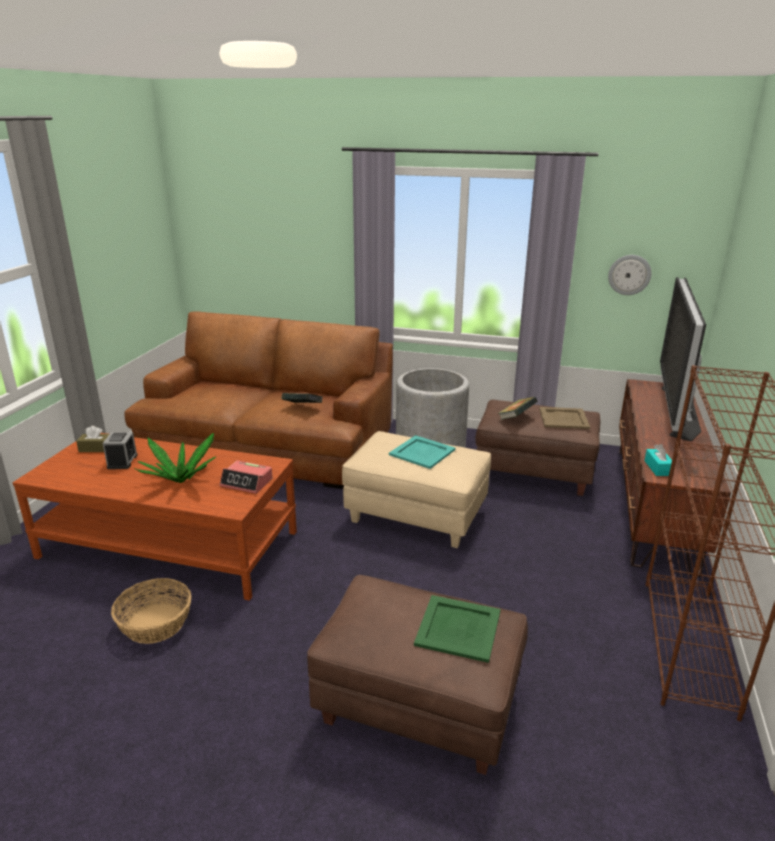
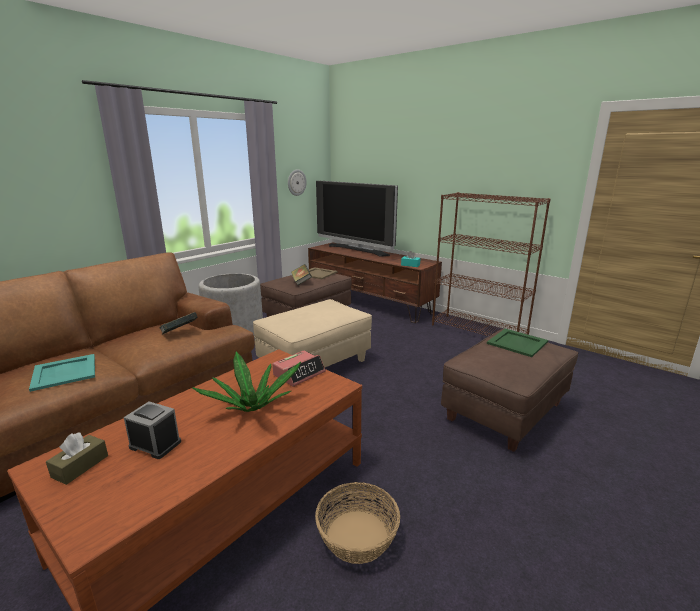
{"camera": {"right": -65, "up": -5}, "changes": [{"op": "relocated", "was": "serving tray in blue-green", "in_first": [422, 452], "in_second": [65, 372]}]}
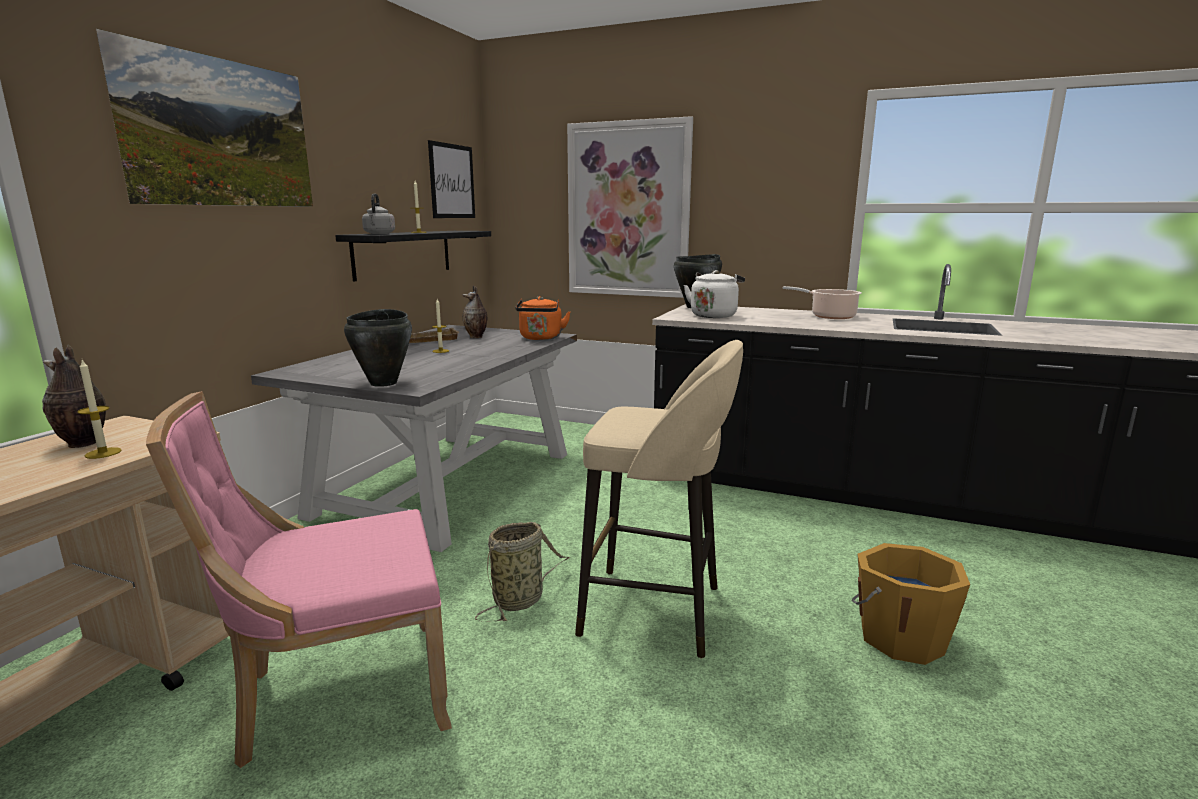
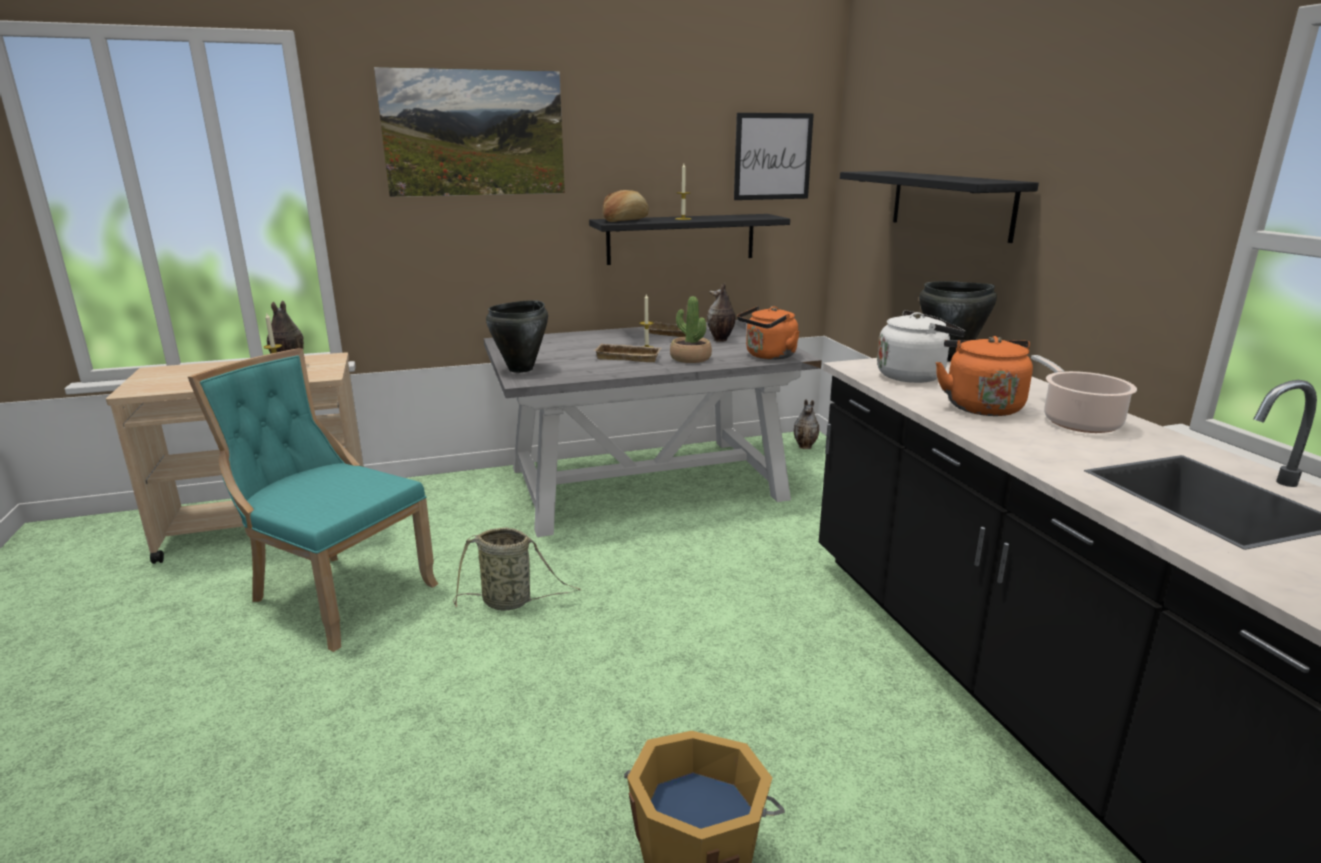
{"camera": {"right": 50, "up": 5}, "changes": [{"op": "colour", "was": "plain chair in pink-coloured", "now": "plain chair in blue-green", "in_first": [338, 695], "in_second": [336, 594]}, {"op": "appeared", "now": "serving tray in sand-coloured", "in_second": [629, 357]}, {"op": "exchanged", "was": "kettle in grey", "now": "baked bread", "in_first": [379, 233], "in_second": [625, 220]}, {"op": "appeared", "now": "potted plant", "in_second": [690, 358]}, {"op": "appeared", "now": "flower vase", "in_second": [806, 446]}, {"op": "exchanged", "was": "wall art", "now": "wall shelf in black", "in_first": [628, 210], "in_second": [950, 204]}, {"op": "appeared", "now": "kettle in orangey", "in_second": [980, 406]}, {"op": "missing", "was": "sitting stool in sand-coloured", "in_first": [656, 611]}]}
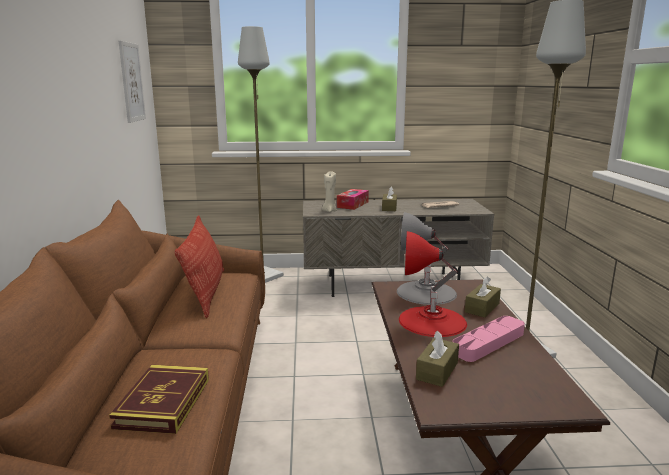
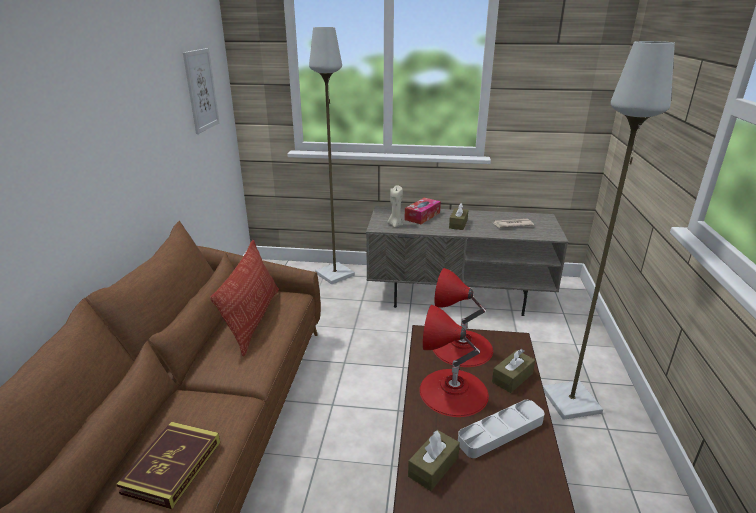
{"camera": {"right": 10, "up": 10}, "changes": [{"op": "colour", "was": "table lamp in grey", "now": "table lamp in reddish", "in_first": [426, 292], "in_second": [461, 347]}, {"op": "colour", "was": "serving tray in pink-coloured", "now": "serving tray in grey", "in_first": [488, 342], "in_second": [501, 432]}]}
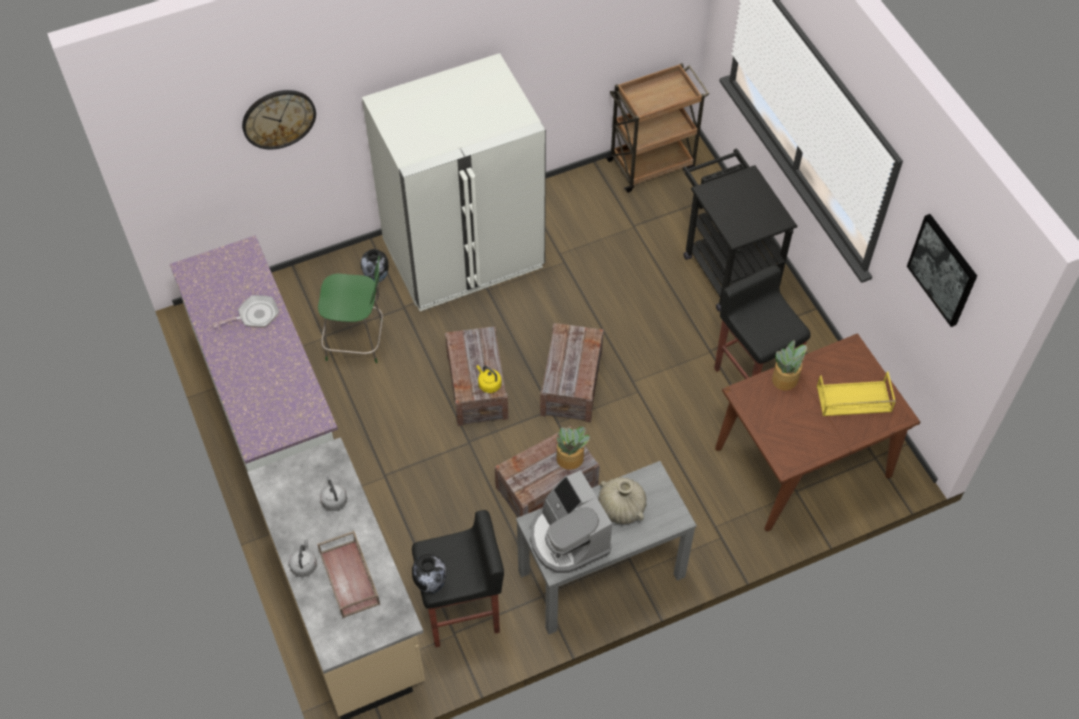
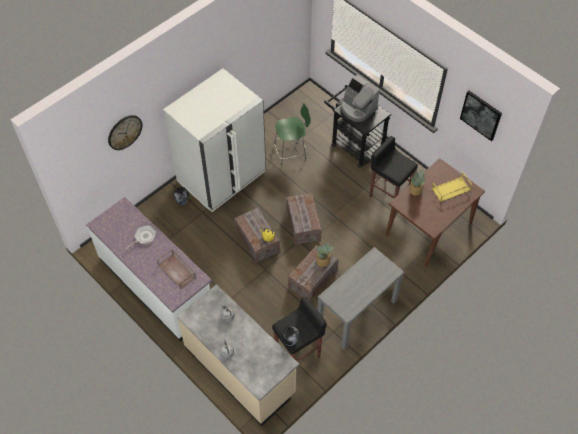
{"camera": {"right": -20, "up": 0}, "changes": [{"op": "relocated", "was": "serving tray in brown", "in_first": [350, 578], "in_second": [177, 271]}, {"op": "relocated", "was": "plain chair in greenish", "in_first": [357, 340], "in_second": [291, 152]}, {"op": "relocated", "was": "coffee machine", "in_first": [568, 538], "in_second": [357, 108]}, {"op": "missing", "was": "flower vase in sand-coloured", "in_first": [621, 508]}, {"op": "missing", "was": "cart in brown", "in_first": [652, 164]}]}
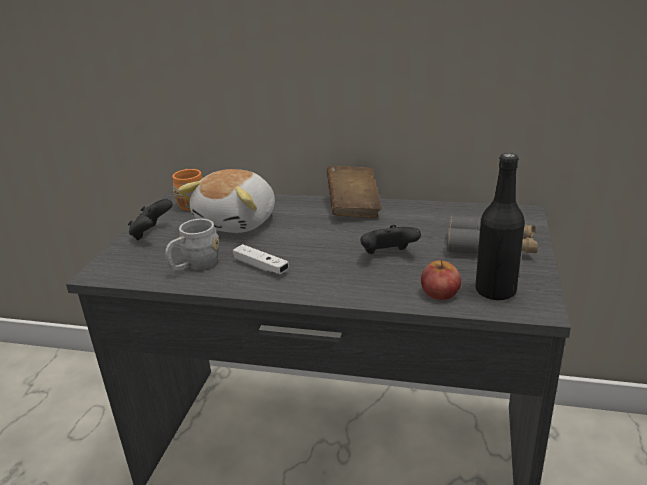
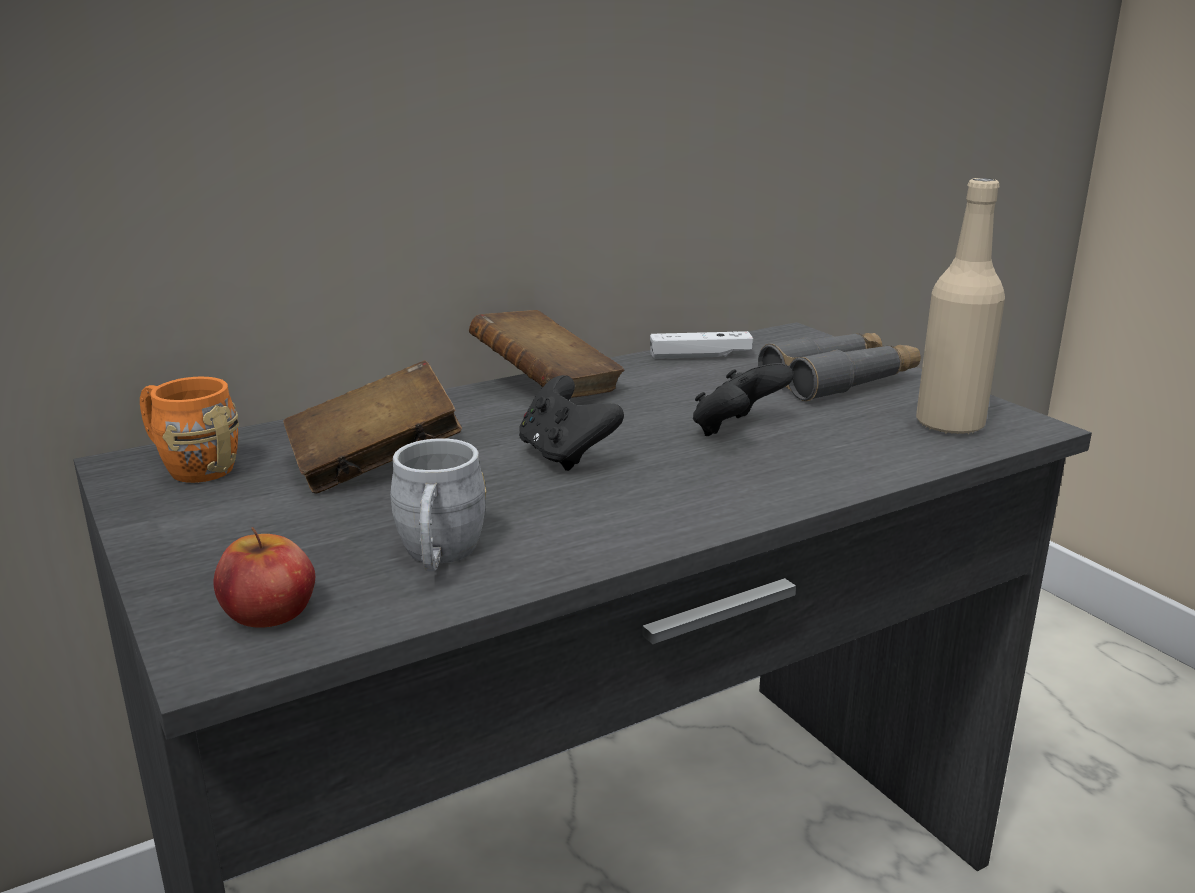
{"camera": {"right": -45, "up": -5}, "changes": [{"op": "relocated", "was": "whole apple", "in_first": [440, 292], "in_second": [268, 610]}, {"op": "exchanged", "was": "cuddly toy", "now": "volume in brown", "in_first": [238, 222], "in_second": [374, 464]}, {"op": "relocated", "was": "gamepad in black", "in_first": [151, 233], "in_second": [565, 455]}, {"op": "relocated", "was": "gamepad in whitish", "in_first": [261, 266], "in_second": [700, 356]}, {"op": "colour", "was": "beverage bottle in black", "now": "beverage bottle in sand-coloured", "in_first": [495, 291], "in_second": [949, 424]}]}
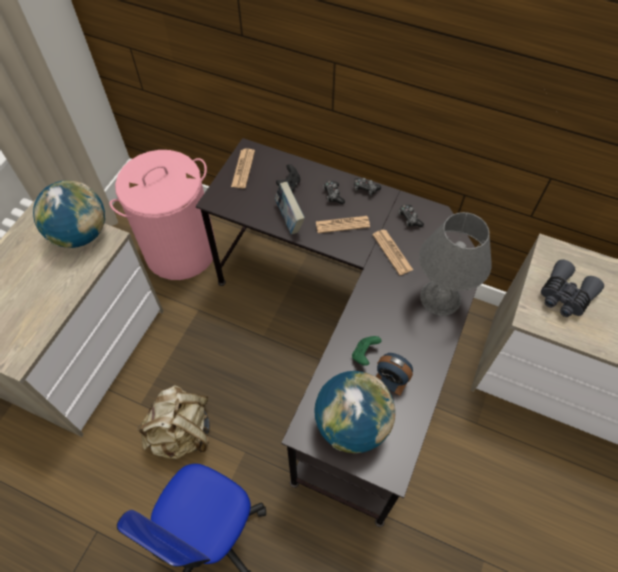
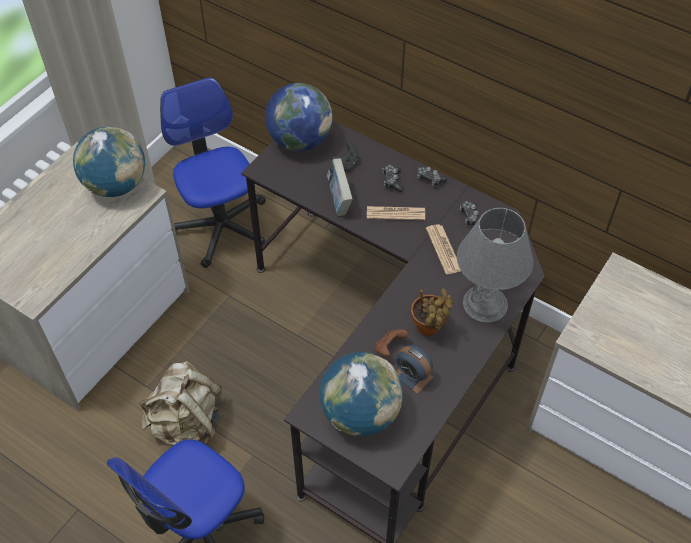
{"camera": {"right": 10, "up": -5}, "changes": [{"op": "exchanged", "was": "laundry basket in pink-coloured", "now": "desk chair", "in_first": [180, 250], "in_second": [221, 227]}, {"op": "exchanged", "was": "daily paper", "now": "globe", "in_first": [243, 169], "in_second": [299, 140]}, {"op": "colour", "was": "gamepad in greenish", "now": "gamepad in brown", "in_first": [364, 354], "in_second": [389, 348]}, {"op": "appeared", "now": "potted plant", "in_second": [429, 328]}, {"op": "missing", "was": "binoculars in grey", "in_first": [565, 295]}]}
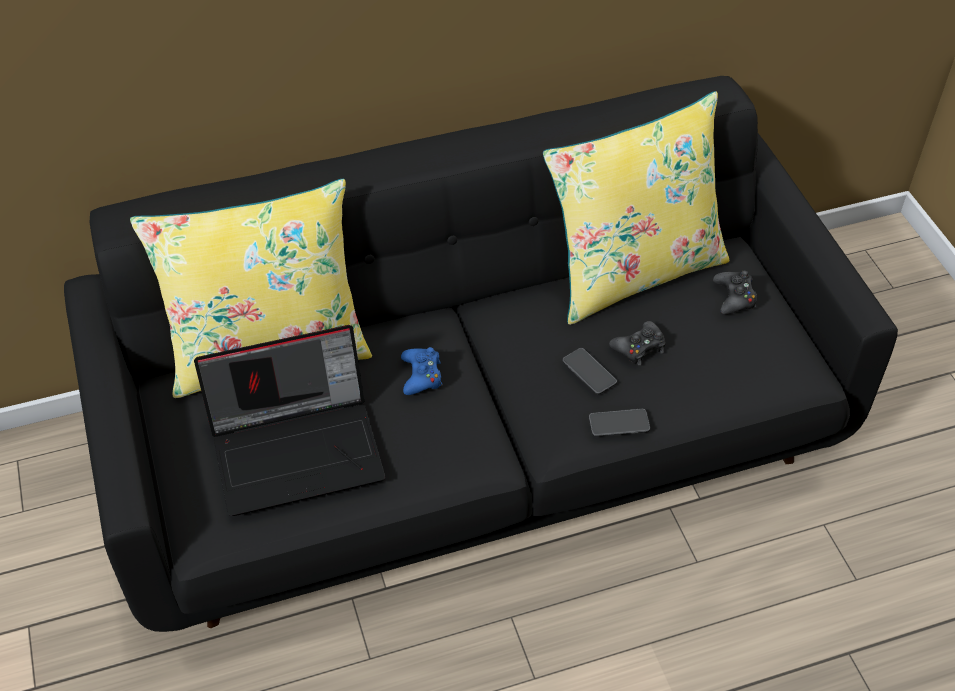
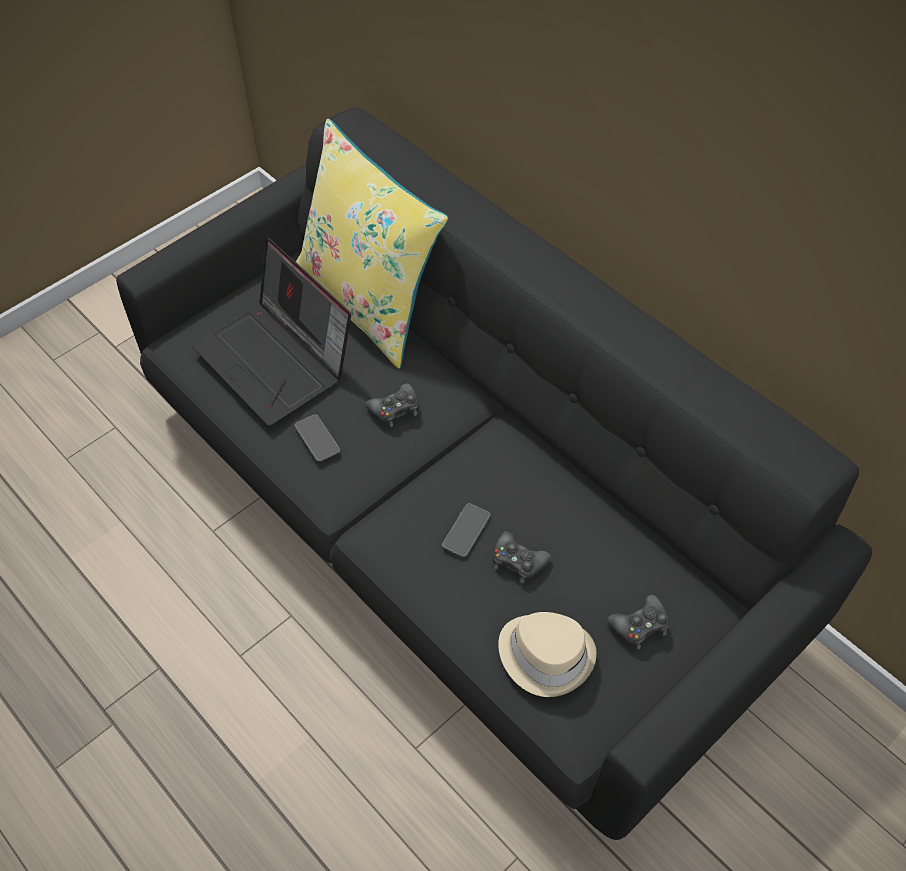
{"camera": {"right": 65, "up": 5}, "changes": [{"op": "relocated", "was": "phone", "in_first": [619, 423], "in_second": [317, 439]}, {"op": "colour", "was": "gamepad in blue", "now": "gamepad in black", "in_first": [421, 376], "in_second": [395, 409]}, {"op": "appeared", "now": "hat in sand-coloured", "in_second": [546, 654]}, {"op": "missing", "was": "throw pillow in yellow", "in_first": [633, 271]}]}
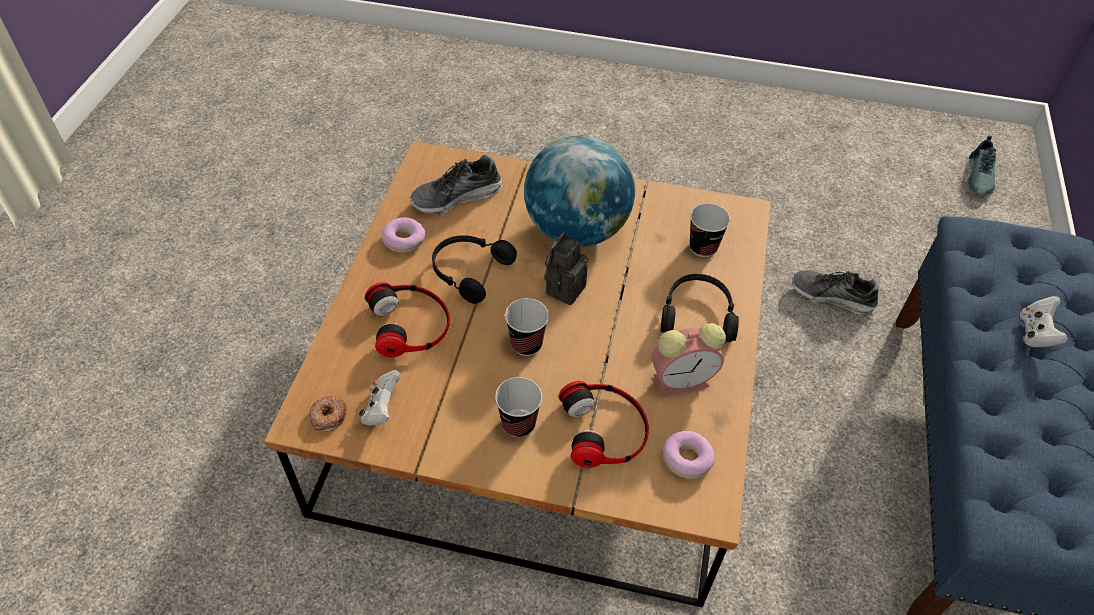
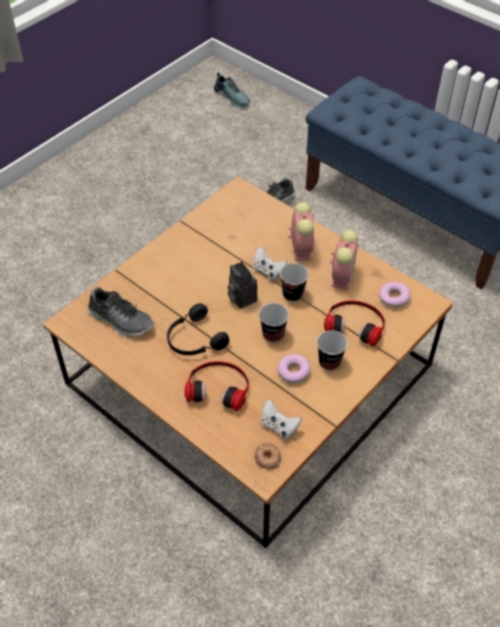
{"camera": {"right": -60, "up": 0}, "changes": [{"op": "spun", "was": "shoe", "in_first": [456, 197], "in_second": [121, 320], "clockwise": -60}, {"op": "relocated", "was": "gamepad in whitish", "in_first": [1035, 333], "in_second": [268, 271]}, {"op": "relocated", "was": "doughnut", "in_first": [404, 240], "in_second": [293, 372]}, {"op": "relocated", "was": "drinking cup", "in_first": [703, 247], "in_second": [292, 294]}, {"op": "exchanged", "was": "headphones in black", "now": "table clock", "in_first": [697, 314], "in_second": [300, 248]}, {"op": "missing", "was": "globe", "in_first": [577, 230]}]}
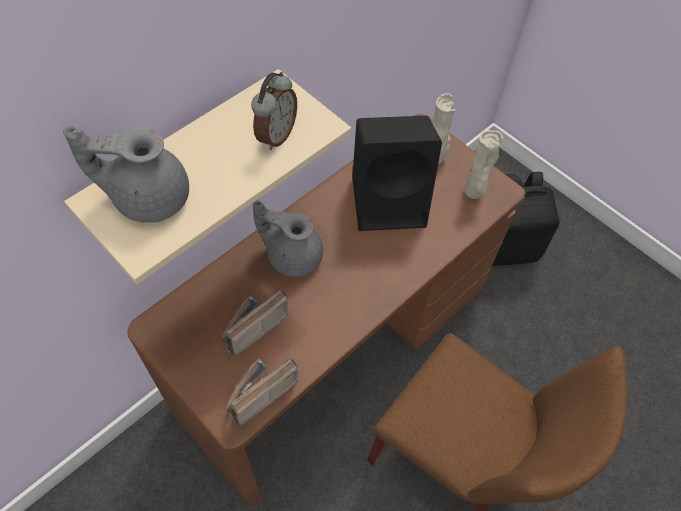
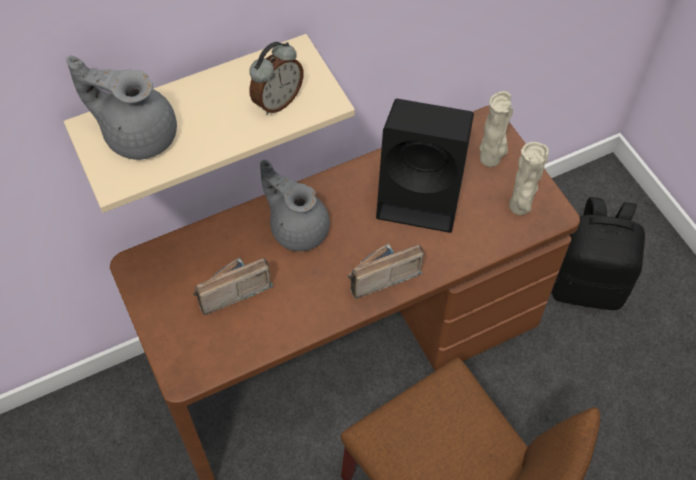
{"camera": {"right": 20, "up": 0}, "changes": [{"op": "relocated", "was": "radio set", "in_first": [257, 393], "in_second": [379, 275]}]}
